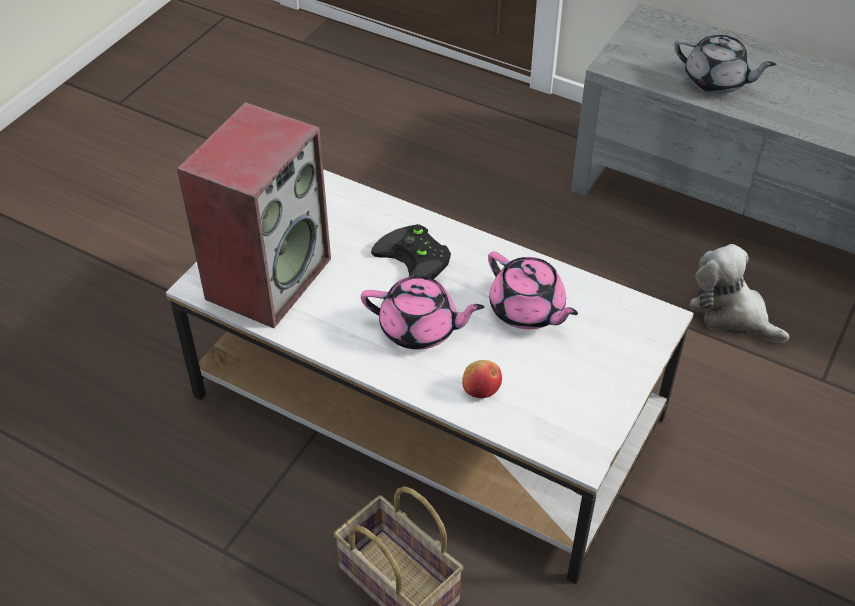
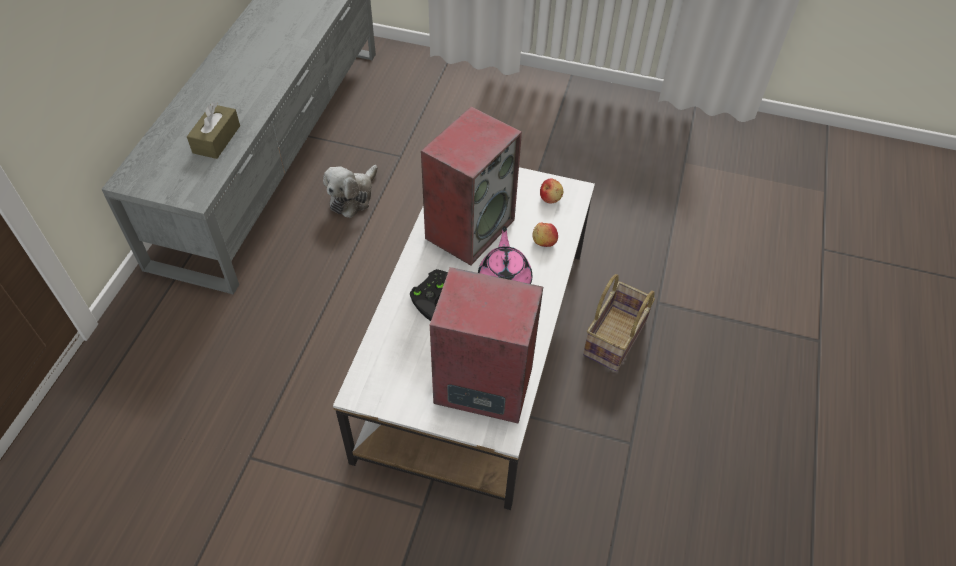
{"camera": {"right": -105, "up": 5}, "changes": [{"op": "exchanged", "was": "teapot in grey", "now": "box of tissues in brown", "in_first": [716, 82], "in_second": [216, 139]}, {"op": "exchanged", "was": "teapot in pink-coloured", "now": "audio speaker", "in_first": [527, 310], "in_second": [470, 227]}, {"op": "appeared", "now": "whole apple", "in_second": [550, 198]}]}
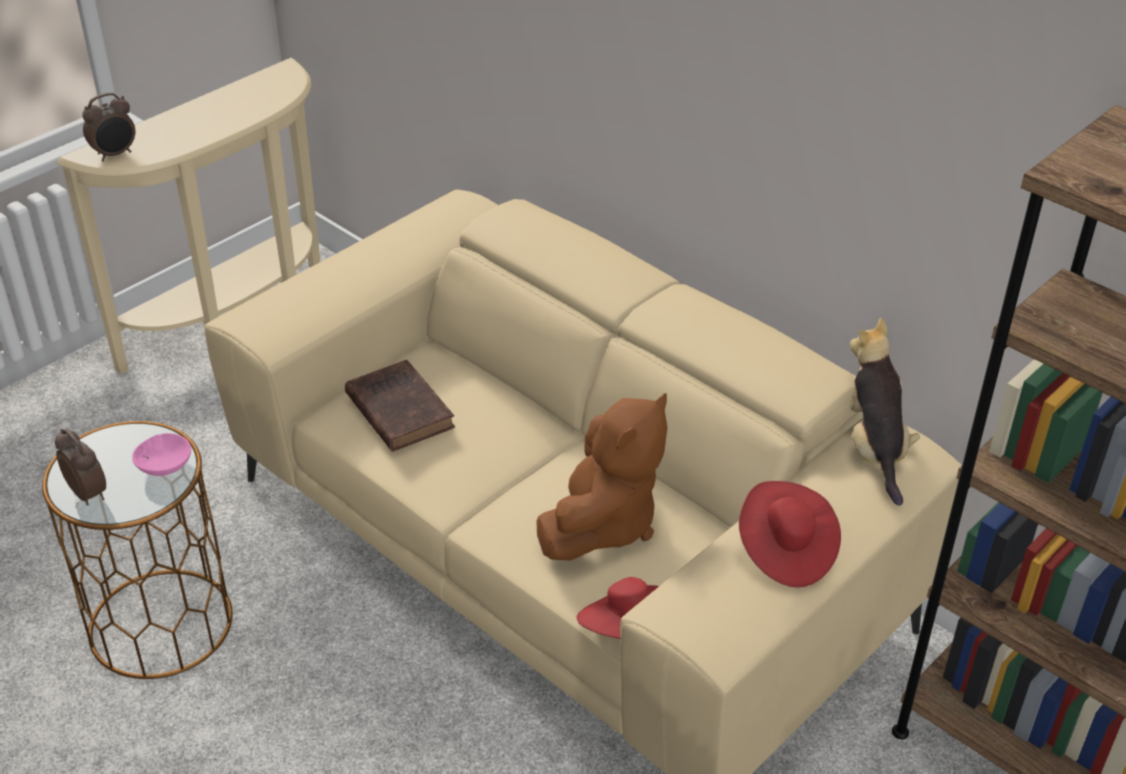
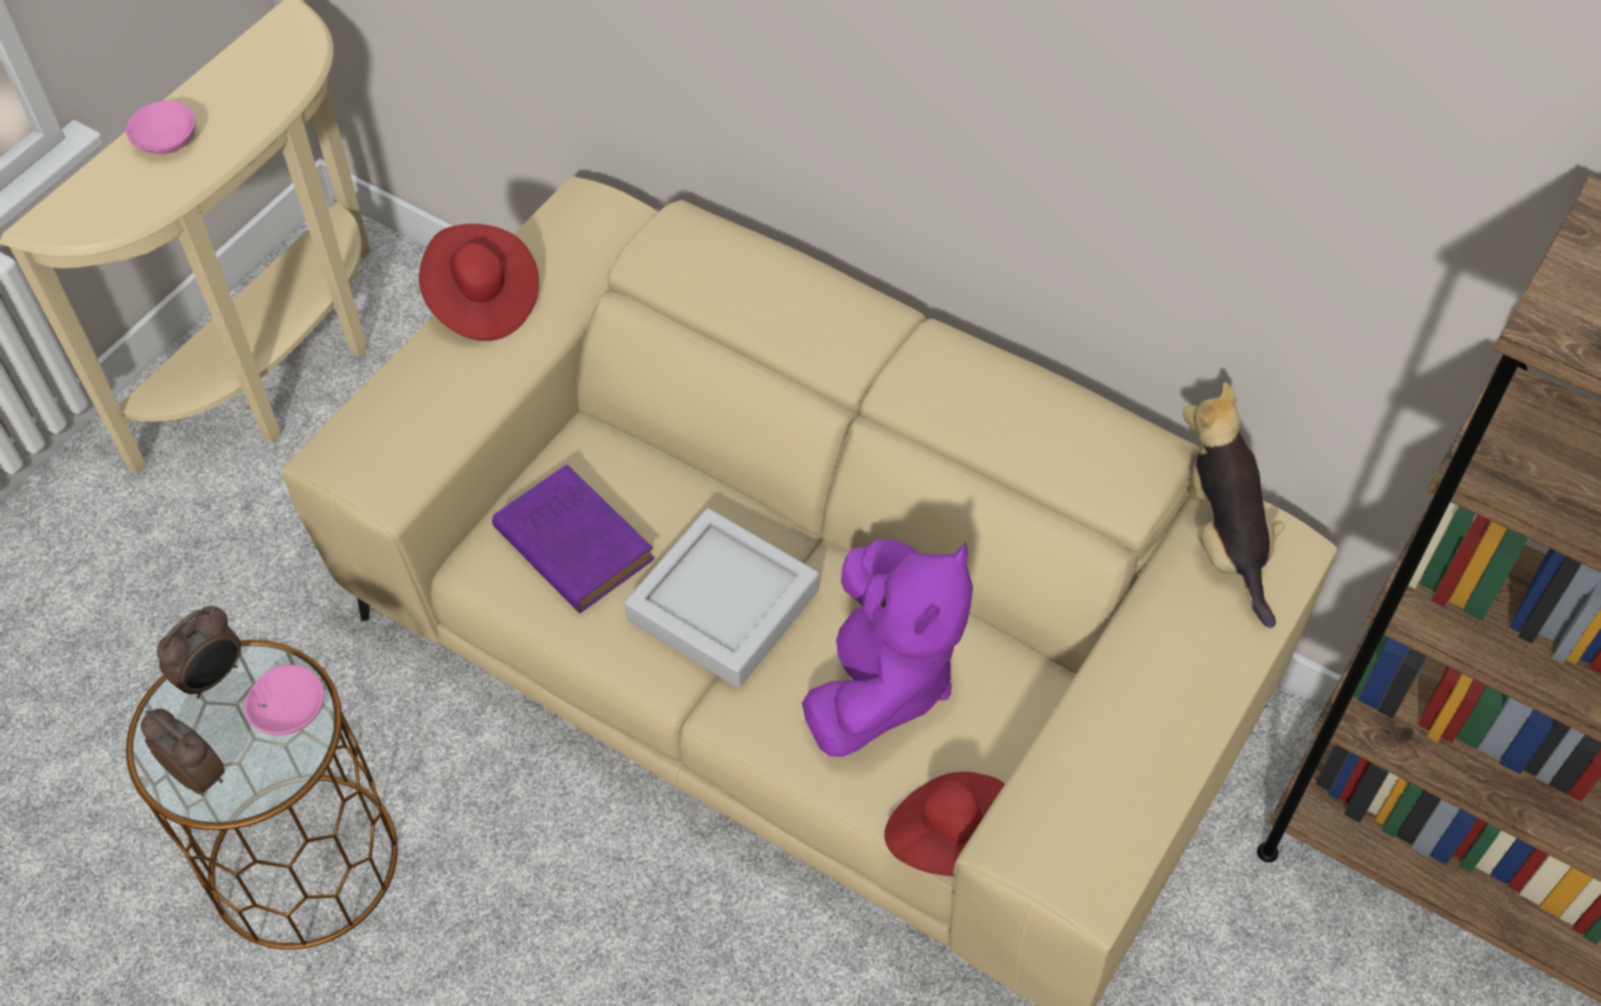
{"camera": {"right": -10, "up": 15}, "changes": [{"op": "appeared", "now": "serving bowl in pink-coloured", "in_second": [169, 139]}, {"op": "relocated", "was": "table clock", "in_first": [115, 154], "in_second": [213, 677]}, {"op": "relocated", "was": "hat in reddish", "in_first": [785, 551], "in_second": [482, 301]}, {"op": "colour", "was": "volume in brown", "now": "volume in purple-coloured", "in_first": [398, 409], "in_second": [571, 541]}, {"op": "appeared", "now": "serving tray in grey", "in_second": [723, 605]}, {"op": "colour", "was": "cuddly toy in brown", "now": "cuddly toy in purple-coloured", "in_first": [602, 523], "in_second": [881, 681]}]}
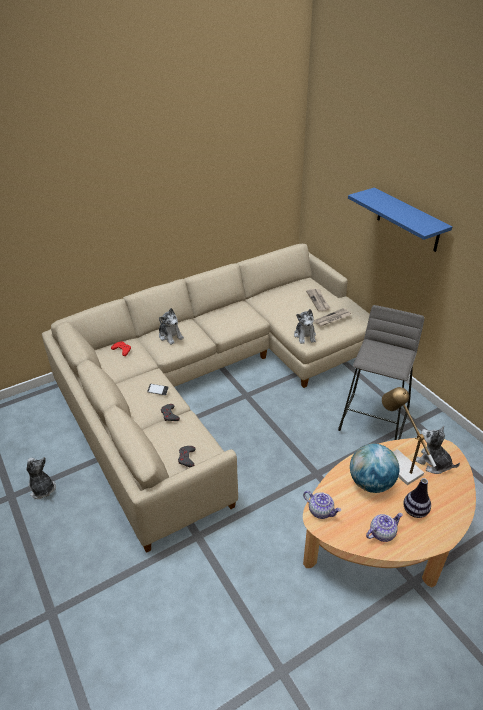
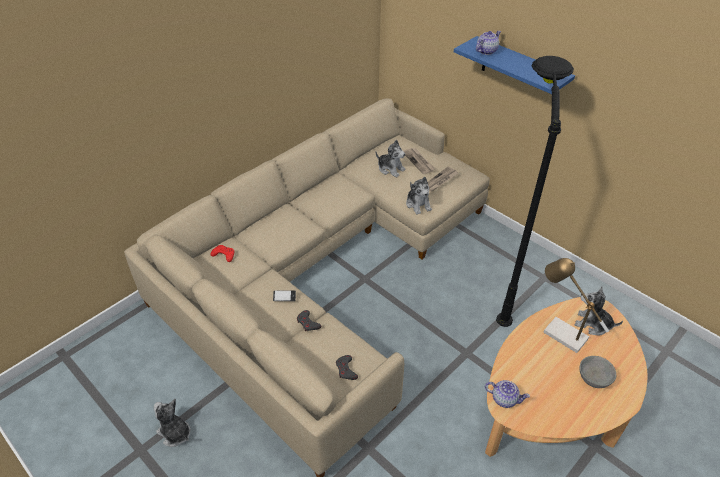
{"camera": {"right": -15, "up": 5}, "changes": [{"op": "relocated", "was": "cuddly toy", "in_first": [170, 336], "in_second": [390, 169]}, {"op": "relocated", "was": "teapot", "in_first": [382, 533], "in_second": [486, 51]}, {"op": "exchanged", "was": "sitting stool in grey", "now": "standard lamp in black", "in_first": [374, 420], "in_second": [504, 283]}, {"op": "exchanged", "was": "flower vase", "now": "serving bowl in grey", "in_first": [415, 511], "in_second": [593, 379]}, {"op": "missing", "was": "globe", "in_first": [371, 483]}]}
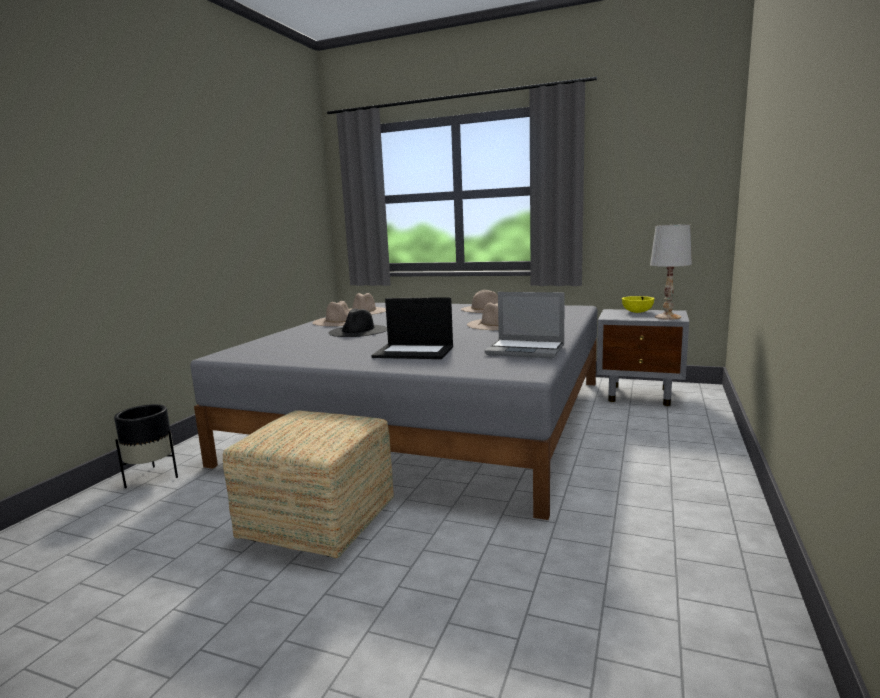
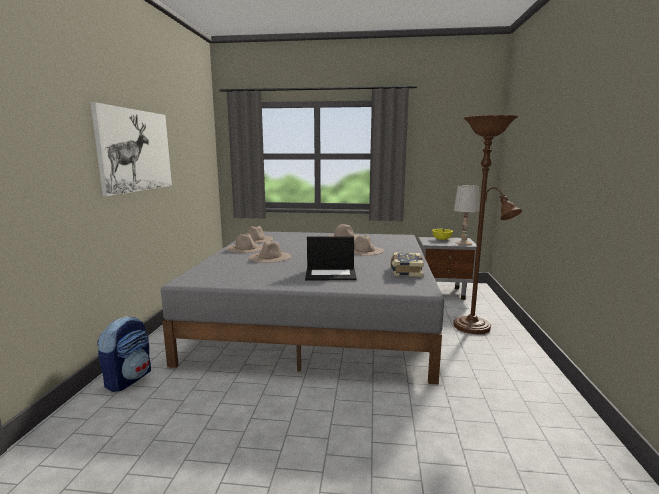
{"camera": {"right": -15, "up": 0}, "changes": [{"op": "appeared", "now": "wall art", "in_second": [135, 150]}, {"op": "exchanged", "was": "planter in black", "now": "backpack", "in_first": [152, 477], "in_second": [129, 379]}, {"op": "colour", "was": "hat in black", "now": "hat in sand-coloured", "in_first": [358, 331], "in_second": [270, 257]}, {"op": "exchanged", "was": "laptop", "now": "volume", "in_first": [526, 350], "in_second": [405, 271]}, {"op": "appeared", "now": "standard lamp in brown", "in_second": [475, 328]}, {"op": "missing", "was": "footrest", "in_first": [320, 523]}]}
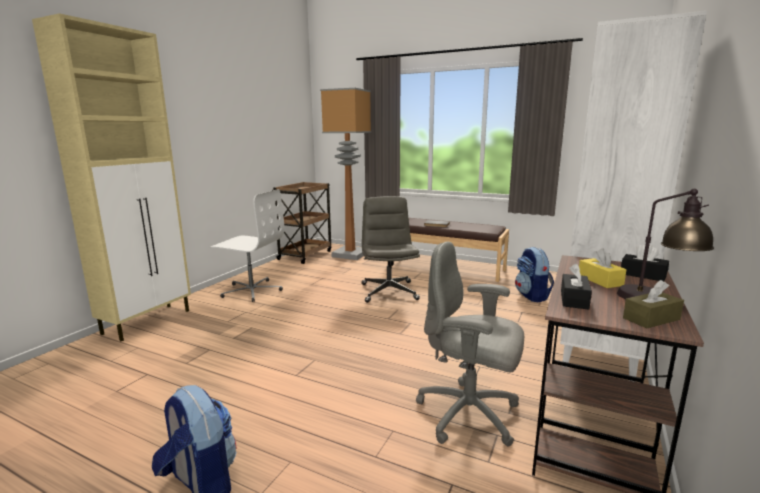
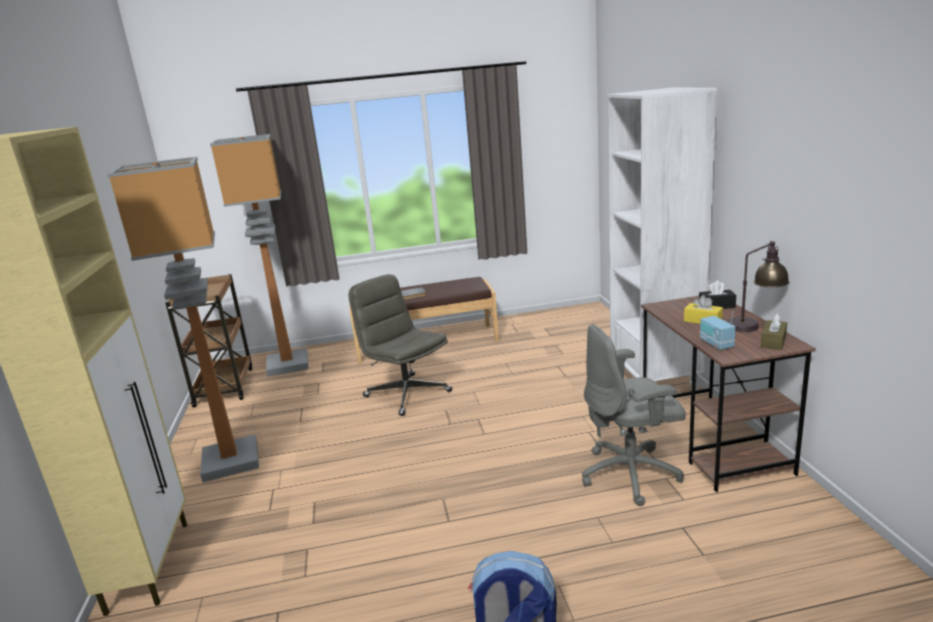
{"camera": {"right": -35, "up": 5}, "changes": [{"op": "exchanged", "was": "desk chair in whitish", "now": "standard lamp", "in_first": [252, 290], "in_second": [232, 461]}, {"op": "exchanged", "was": "box of tissues in black", "now": "radio set", "in_first": [574, 299], "in_second": [716, 344]}, {"op": "missing", "was": "backpack", "in_first": [532, 296]}]}
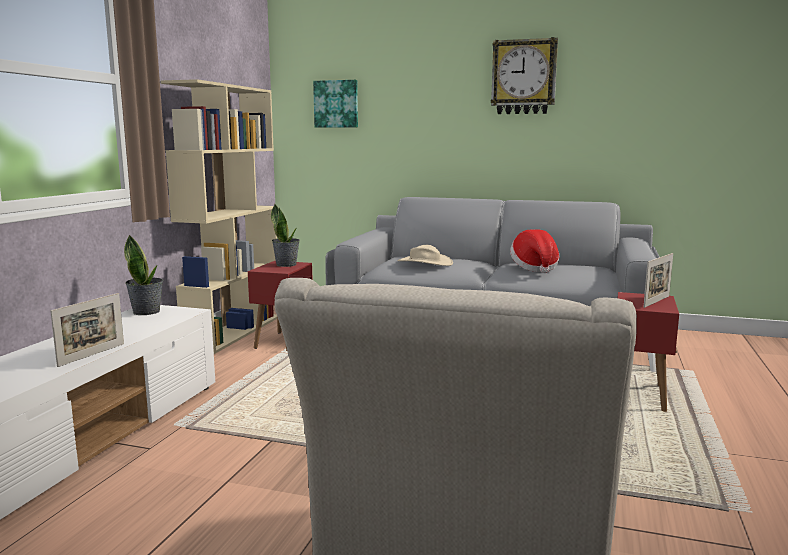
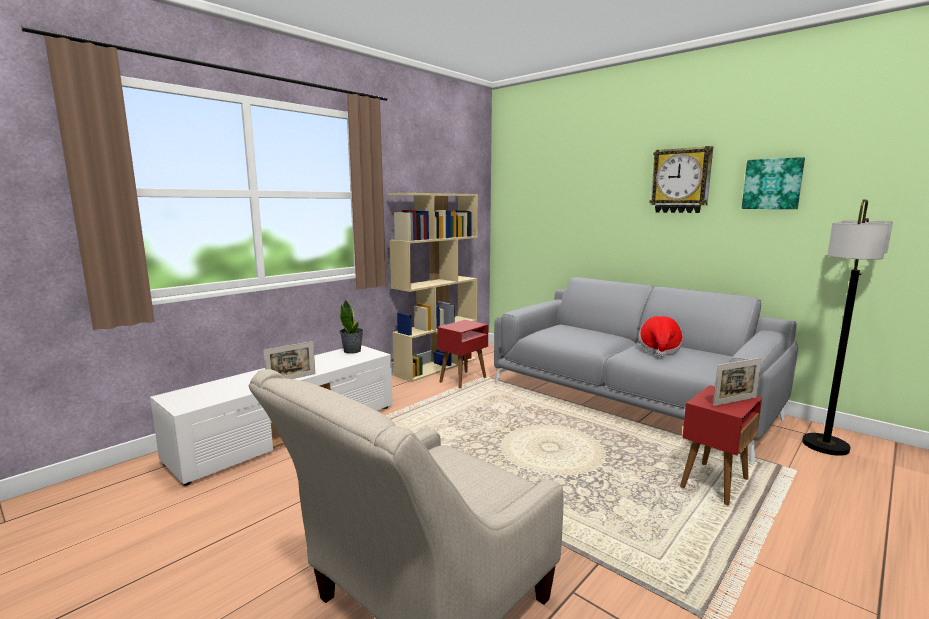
{"camera": {"right": 25, "up": 0}, "changes": [{"op": "relocated", "was": "wall art", "in_first": [336, 104], "in_second": [772, 184]}, {"op": "appeared", "now": "standard lamp", "in_second": [825, 445]}, {"op": "missing", "was": "potted plant", "in_first": [286, 264]}, {"op": "missing", "was": "hat in sand-coloured", "in_first": [424, 262]}]}
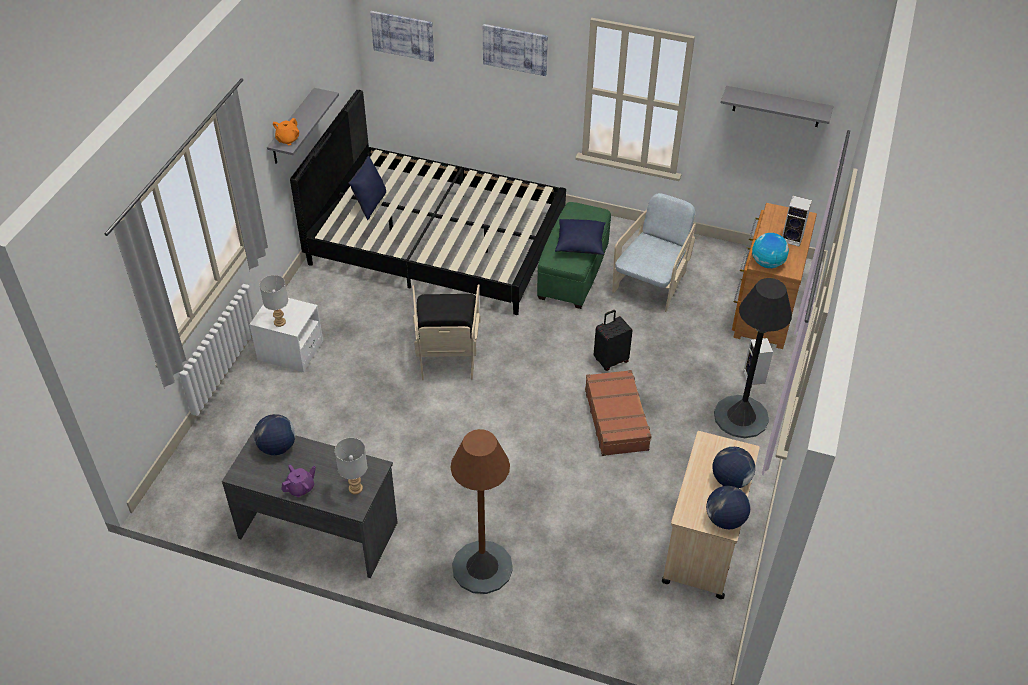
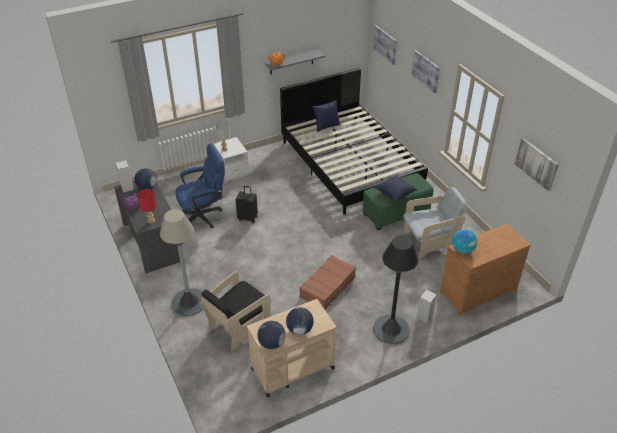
{"camera": {"right": 45, "up": -5}, "changes": [{"op": "relocated", "was": "audio speaker", "in_first": [793, 238], "in_second": [128, 188]}, {"op": "colour", "was": "table lamp in grey", "now": "table lamp in reddish", "in_first": [356, 488], "in_second": [151, 221]}, {"op": "colour", "was": "standard lamp in brown", "now": "standard lamp in grey", "in_first": [482, 567], "in_second": [189, 302]}, {"op": "appeared", "now": "desk chair in blue", "in_second": [203, 215]}, {"op": "relocated", "was": "easy chair in black", "in_first": [447, 353], "in_second": [238, 326]}, {"op": "relocated", "was": "suitcase in black", "in_first": [610, 360], "in_second": [248, 218]}, {"op": "exchanged", "was": "wall shelf in grey", "now": "wall art", "in_first": [777, 107], "in_second": [537, 163]}]}
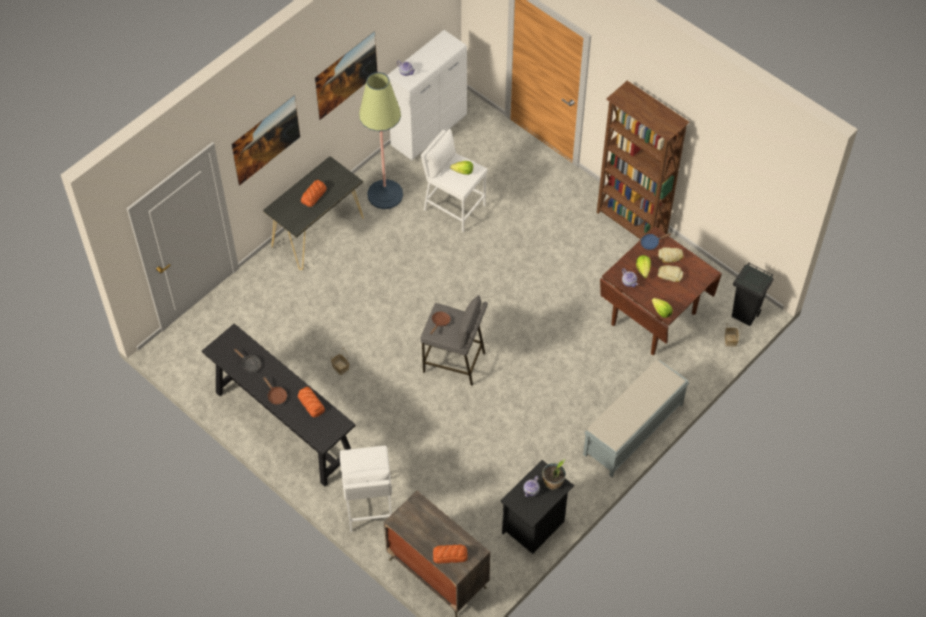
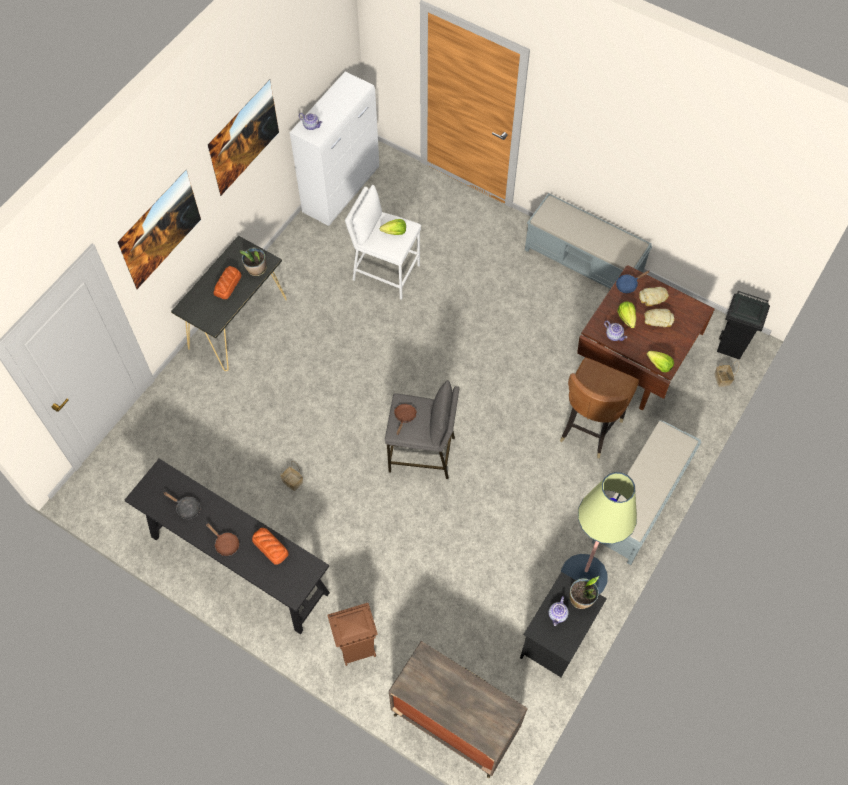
{"camera": {"right": -10, "up": 5}, "changes": [{"op": "appeared", "now": "potted plant", "in_second": [256, 269]}, {"op": "exchanged", "was": "sitting stool in whitish", "now": "waste bin in brown", "in_first": [368, 505], "in_second": [356, 649]}, {"op": "exchanged", "was": "shelving unit in brown", "now": "long seat in grey", "in_first": [631, 223], "in_second": [584, 262]}, {"op": "appeared", "now": "plain chair in brown", "in_second": [589, 428]}, {"op": "relocated", "was": "standard lamp", "in_first": [385, 194], "in_second": [583, 576]}, {"op": "missing", "was": "baked bread", "in_first": [450, 555]}]}
